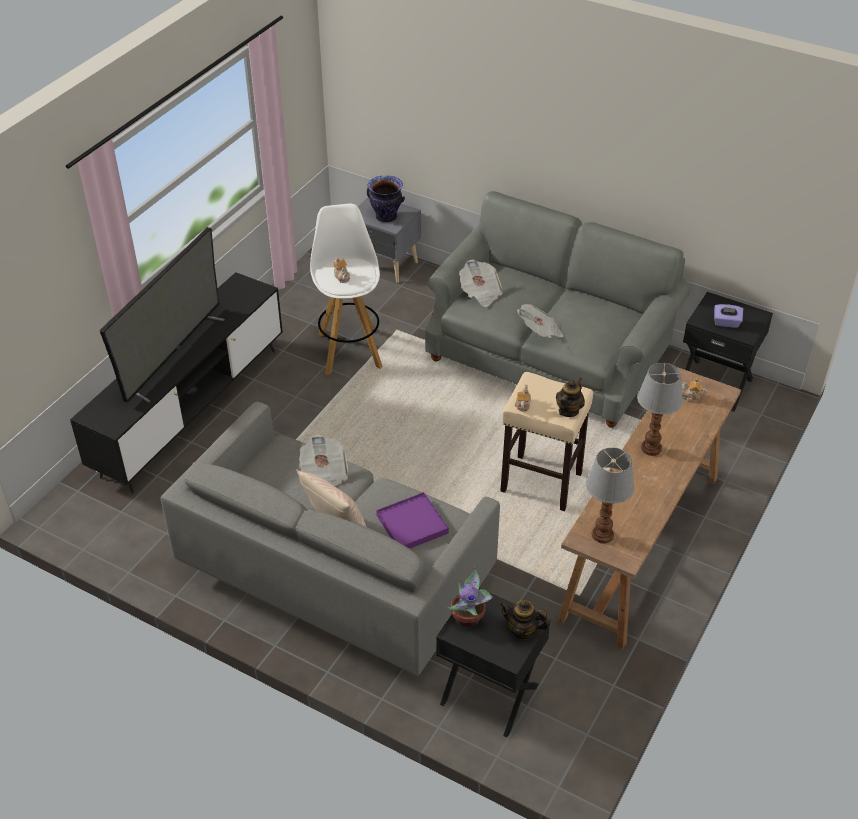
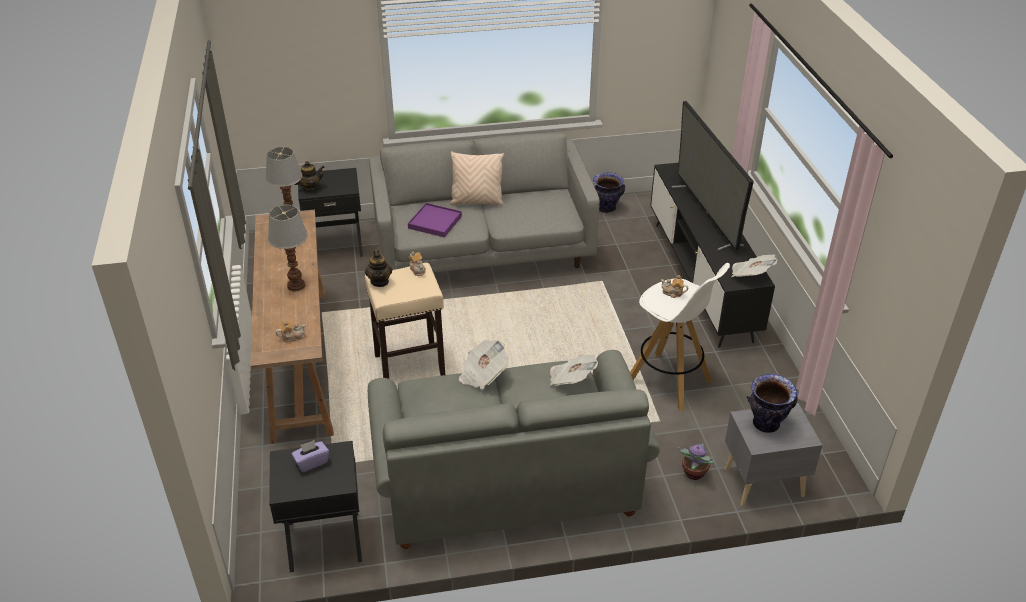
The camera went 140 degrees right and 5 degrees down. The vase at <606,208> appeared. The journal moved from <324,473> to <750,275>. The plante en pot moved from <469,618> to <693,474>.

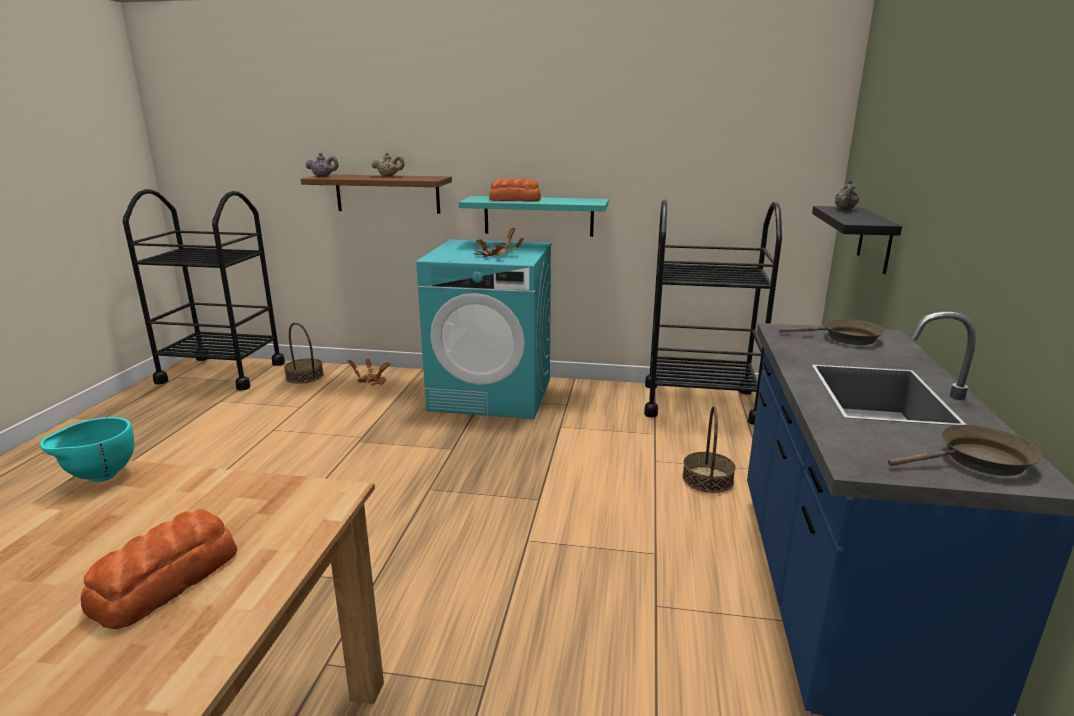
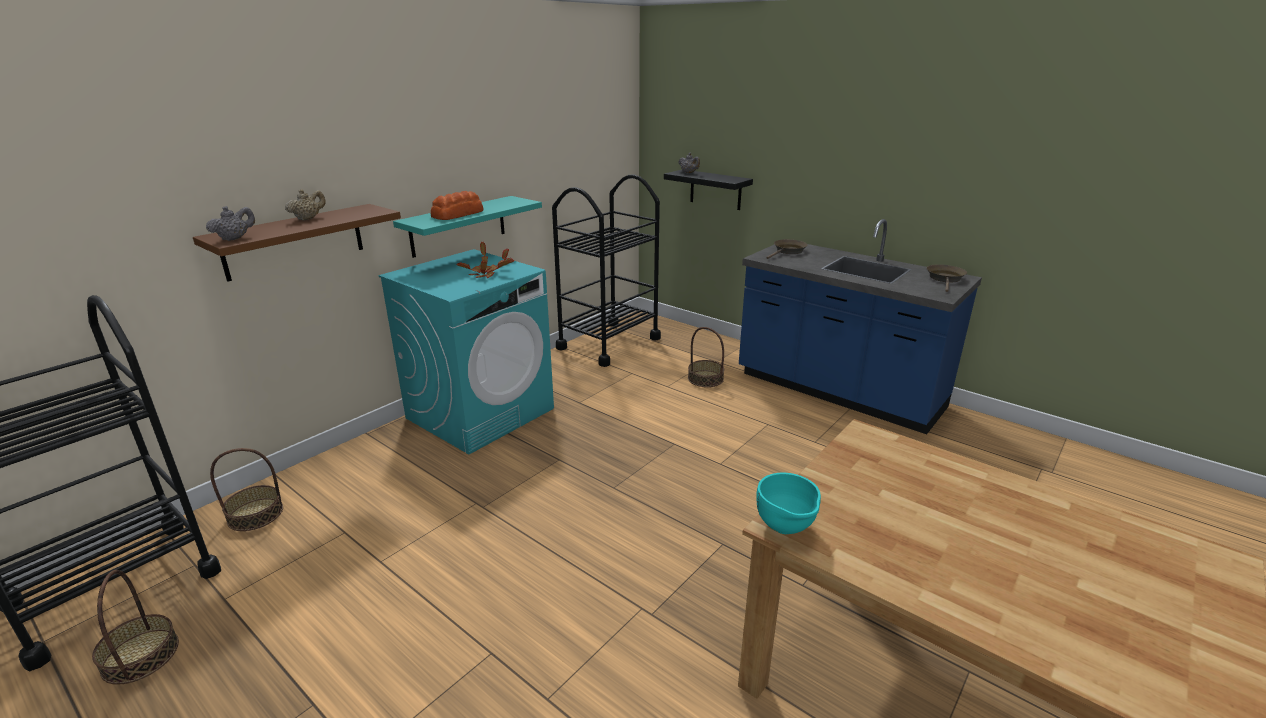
The camera went 60 degrees left and 5 degrees up. The pain at <168,580> disappeared. The plante en pot at <371,381> disappeared. The panier at <140,656> appeared.

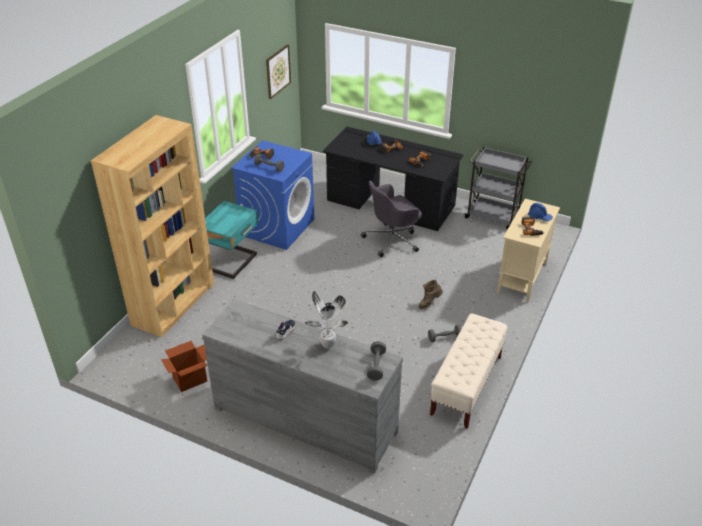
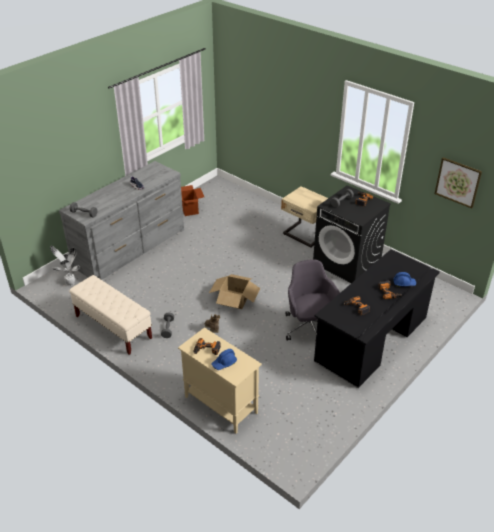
The camera went 105 degrees right and 0 degrees up. The bibliothèque [marron] at <174,304> disappeared. The chariot [gris] at <493,216> disappeared. The carton at <234,299> appeared. The plante en pot moved from <328,345> to <70,283>. The table de chevet [turquoise] at <232,262> became the table de chevet [beige] at <304,236>. The lave-linge [bleu] at <277,227> became the lave-linge [noir] at <347,263>.

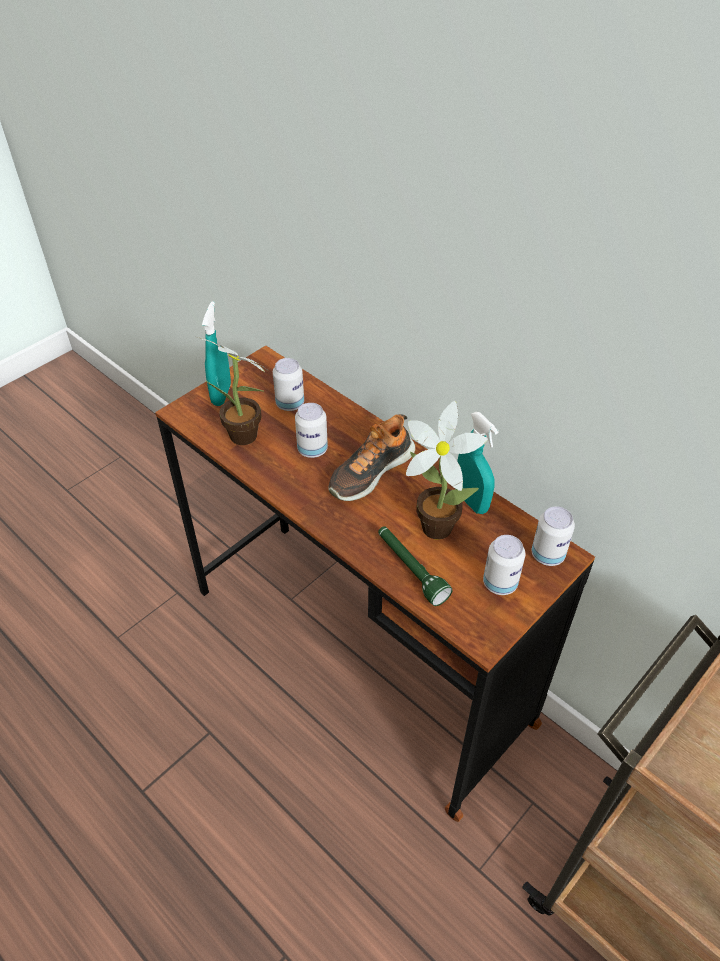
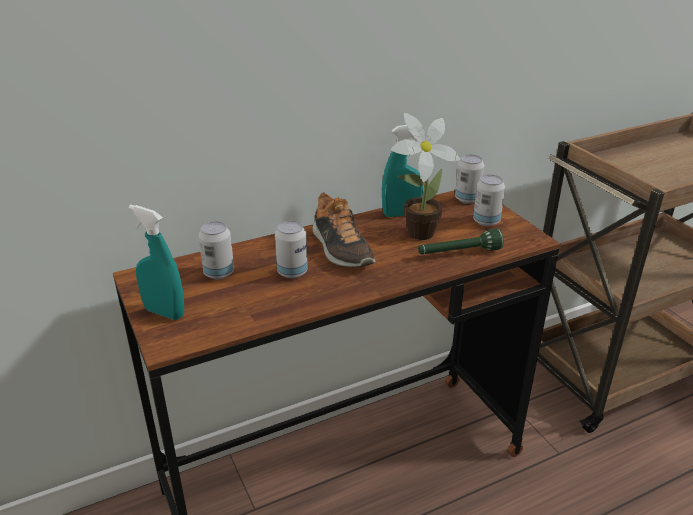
The camera went 70 degrees left and 15 degrees down. The plante en pot at <246,438> disappeared.

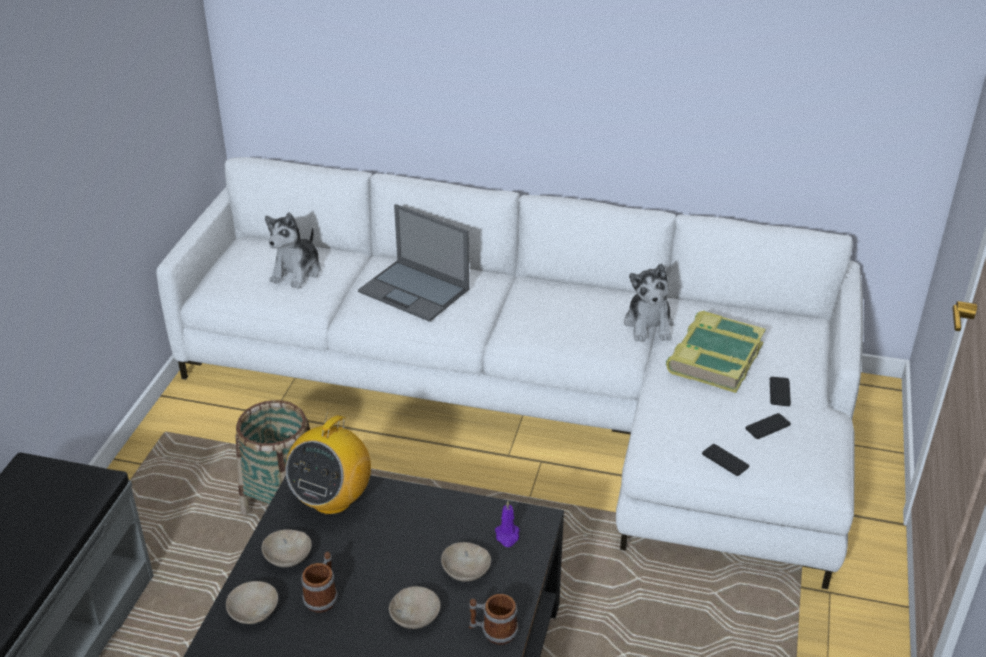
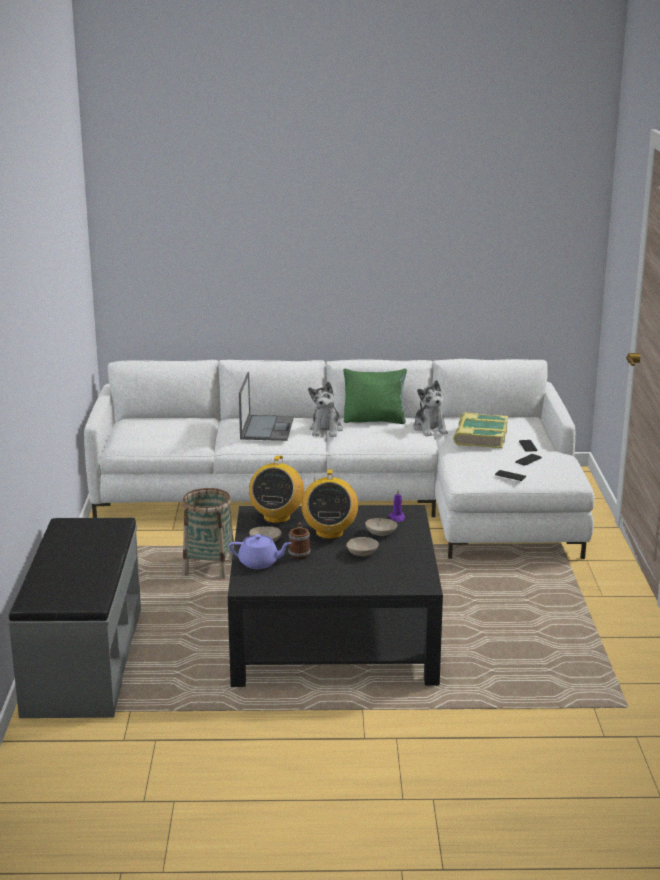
The camera went 15 degrees left and 15 degrees down. The mug at <493,631> disappeared. The radio at <329,533> appeared. The coussin [vert] at <374,420> appeared. The peluche moved from <297,272> to <326,430>. The bol [beige] at <253,610> was replaced by the théière [violet] at <259,563>. The ordinateur portable at <415,291> turned 105 degrees counterclockwise.

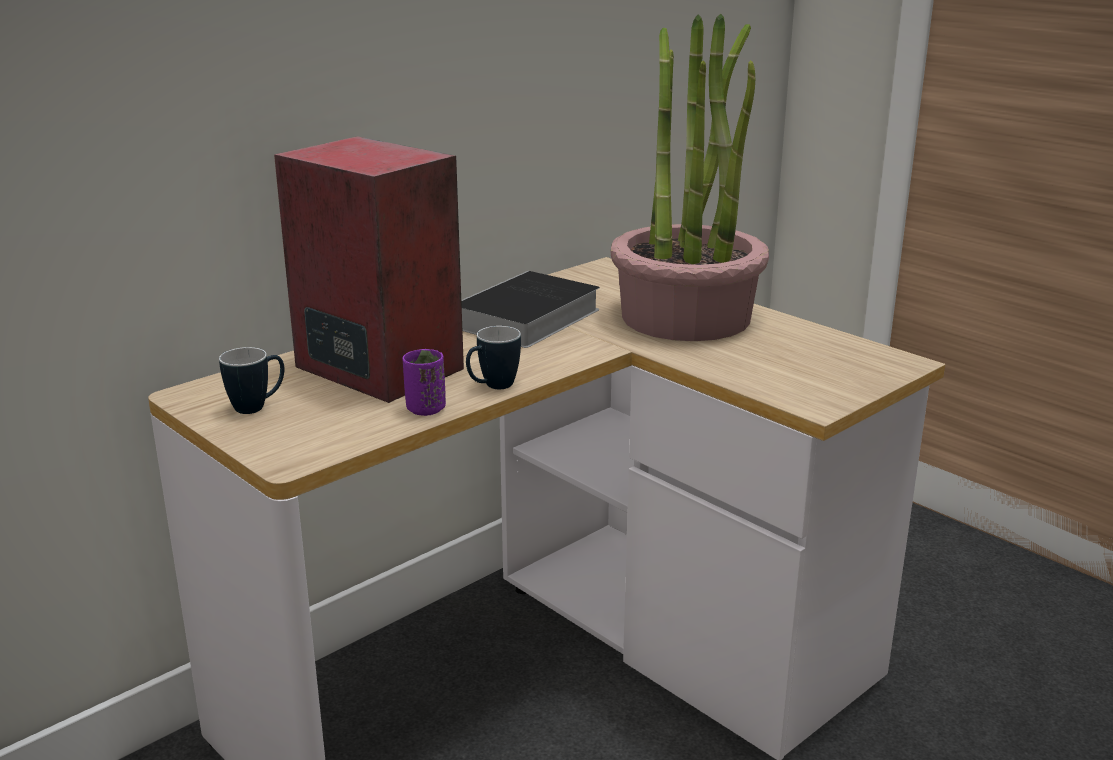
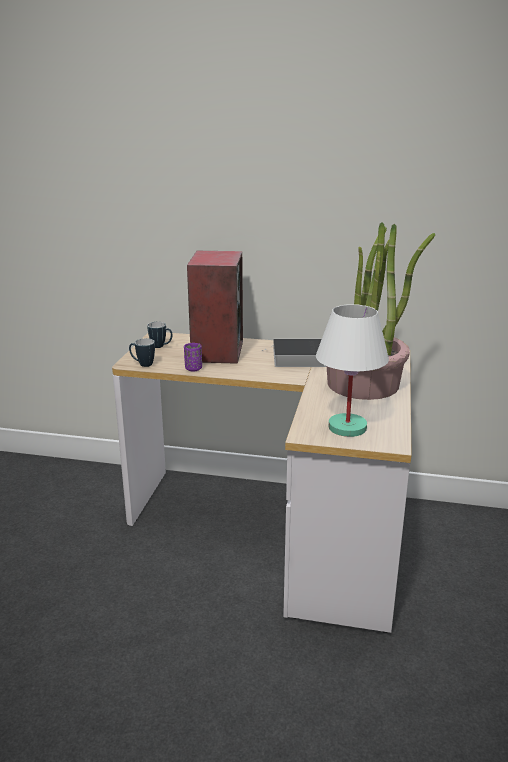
The camera went 55 degrees right and 0 degrees up. The lampe de table [blanc] at <346,427> appeared. The mug moved from <492,387> to <142,364>.

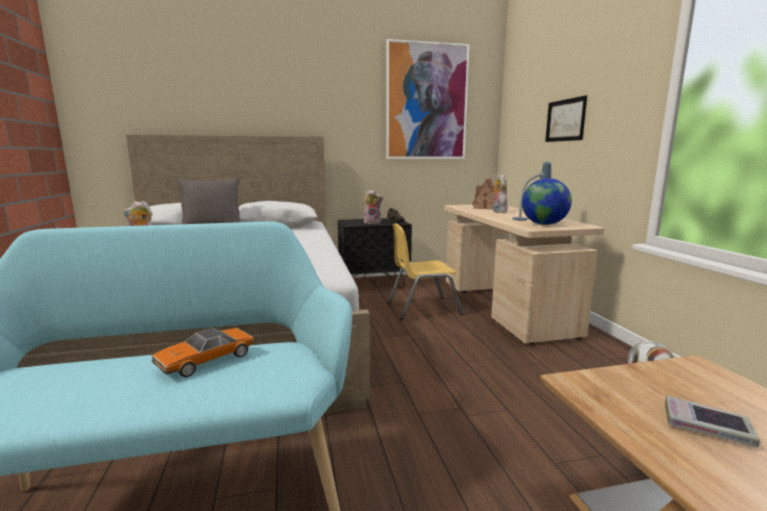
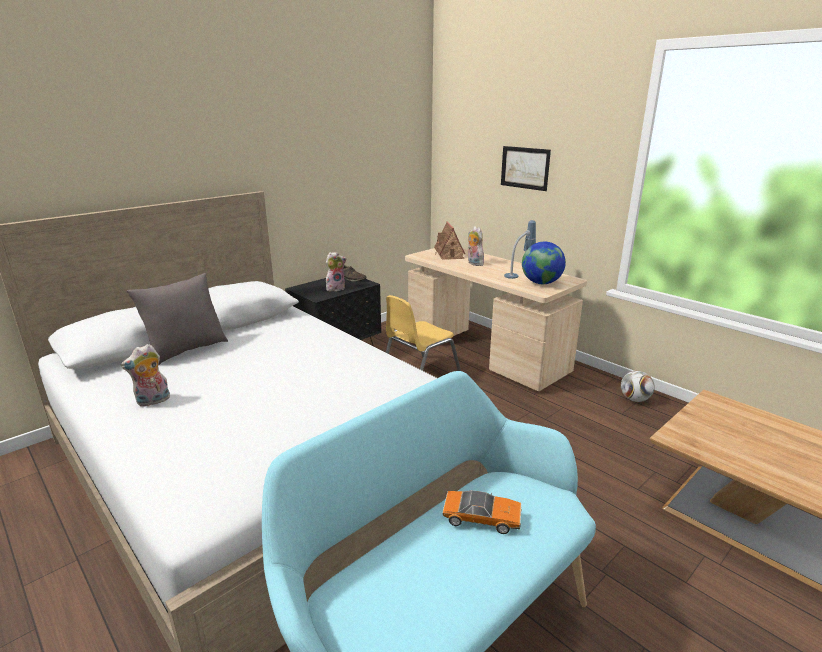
The camera went 30 degrees left and 10 degrees up. The tableau at <426,102> disappeared. The livre at <707,426> disappeared. The petite voiture at <206,360> turned 90 degrees counterclockwise.

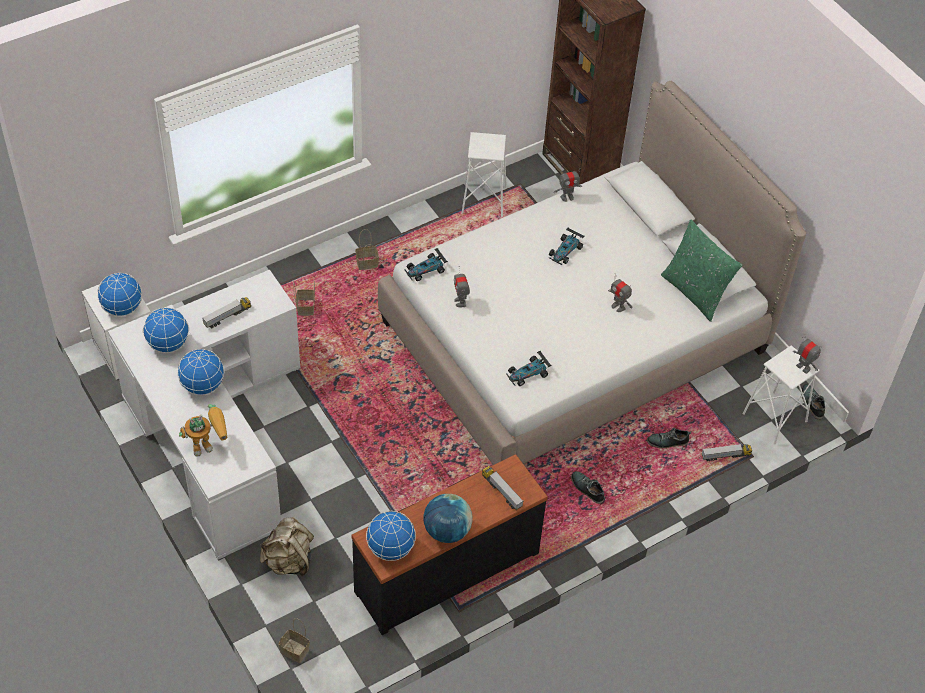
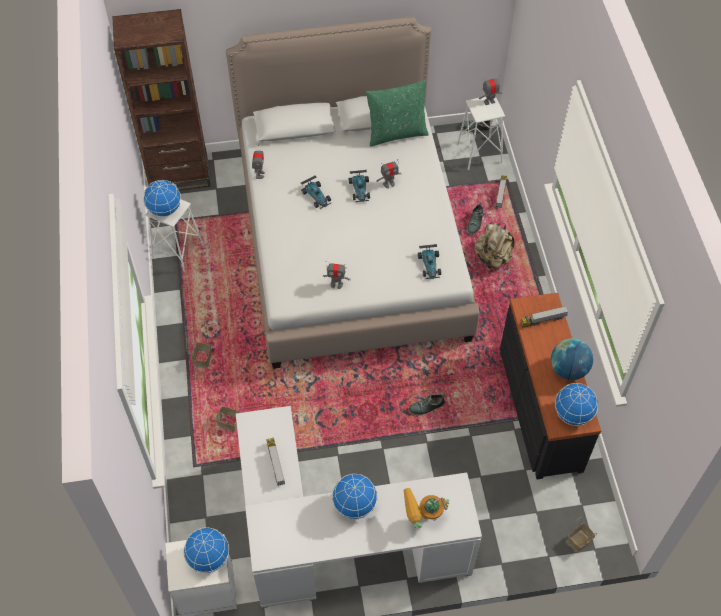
The camera went 65 degrees left and 5 degrees up. The globe moved from <168,344> to <164,209>. The sac à dos [beige] moved from <289,561> to <492,258>. The petite voiture moved from <425,269> to <360,189>. The chaussure moved from <587,489> to <426,407>. The robot jouet at <208,443> turned 105 degrees counterclockwise.

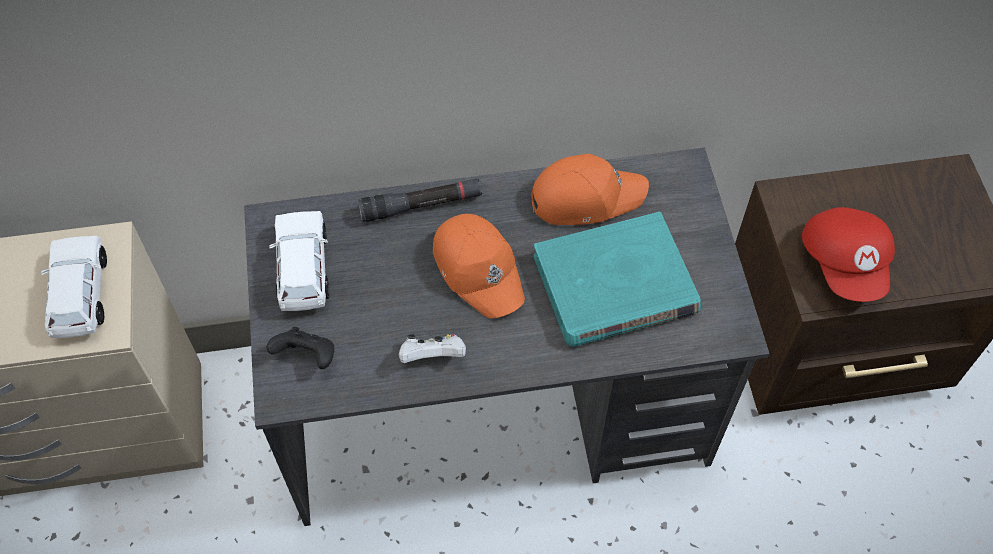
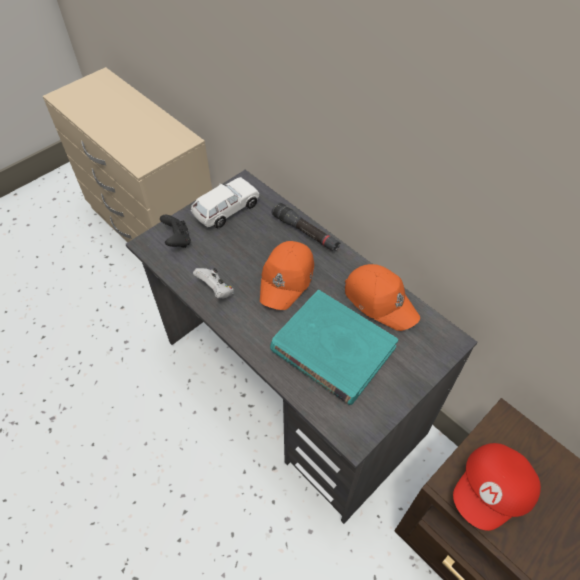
The camera went 55 degrees right and 5 degrees down. The petite voiture [blanc] at <80,295> disappeared.

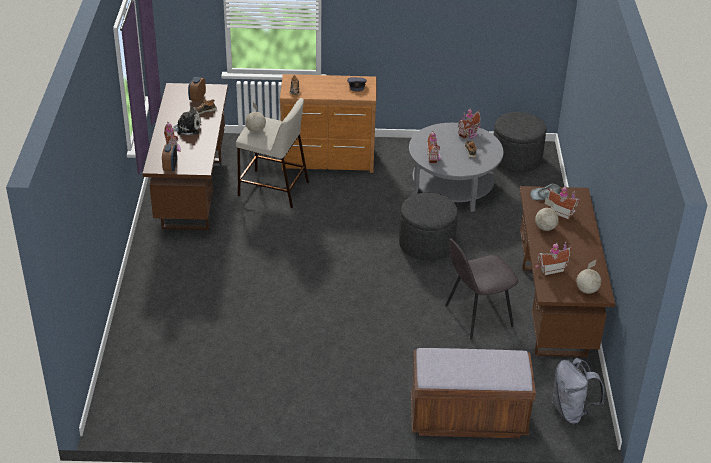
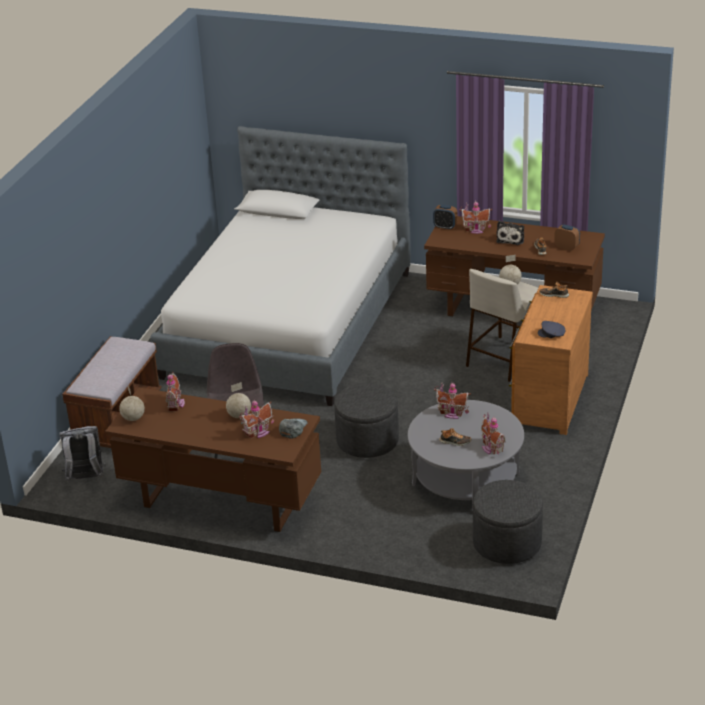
The camera went 110 degrees right and 5 degrees down. The lit at <289,324> appeared.

